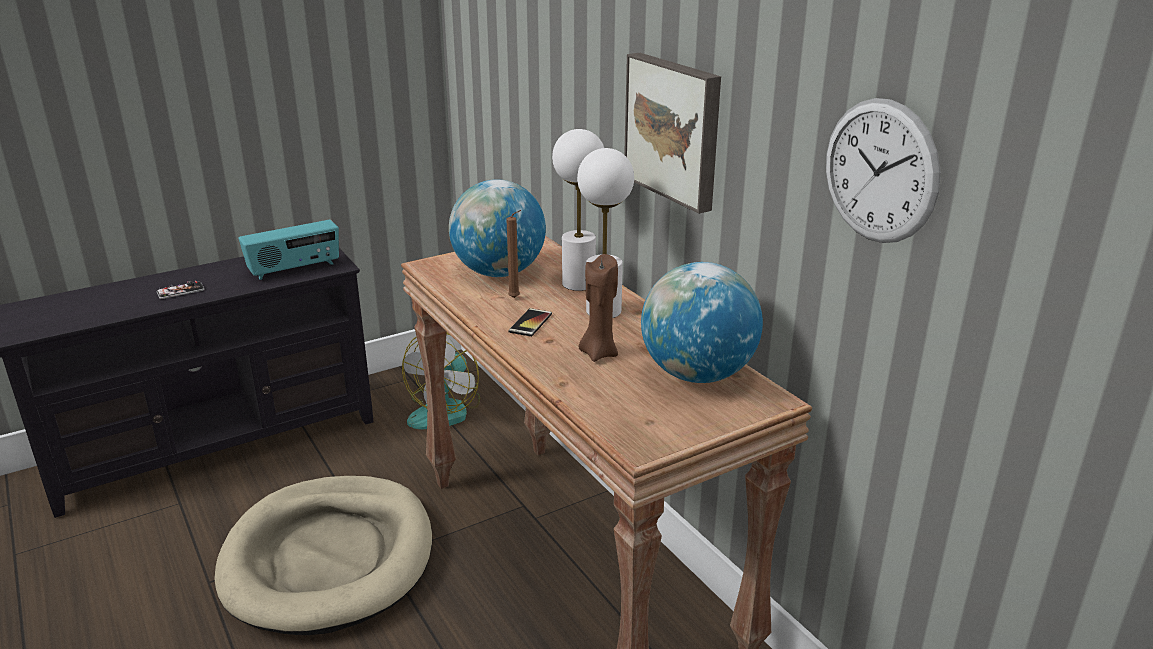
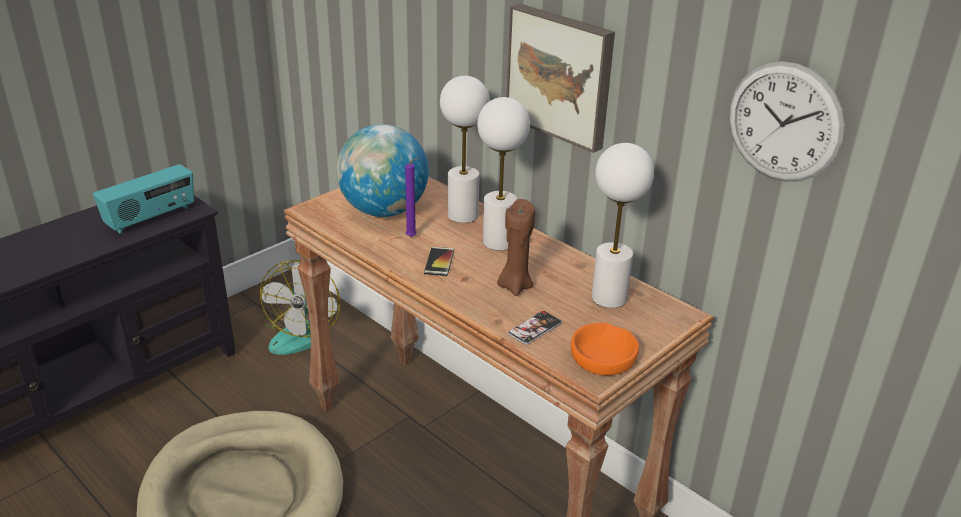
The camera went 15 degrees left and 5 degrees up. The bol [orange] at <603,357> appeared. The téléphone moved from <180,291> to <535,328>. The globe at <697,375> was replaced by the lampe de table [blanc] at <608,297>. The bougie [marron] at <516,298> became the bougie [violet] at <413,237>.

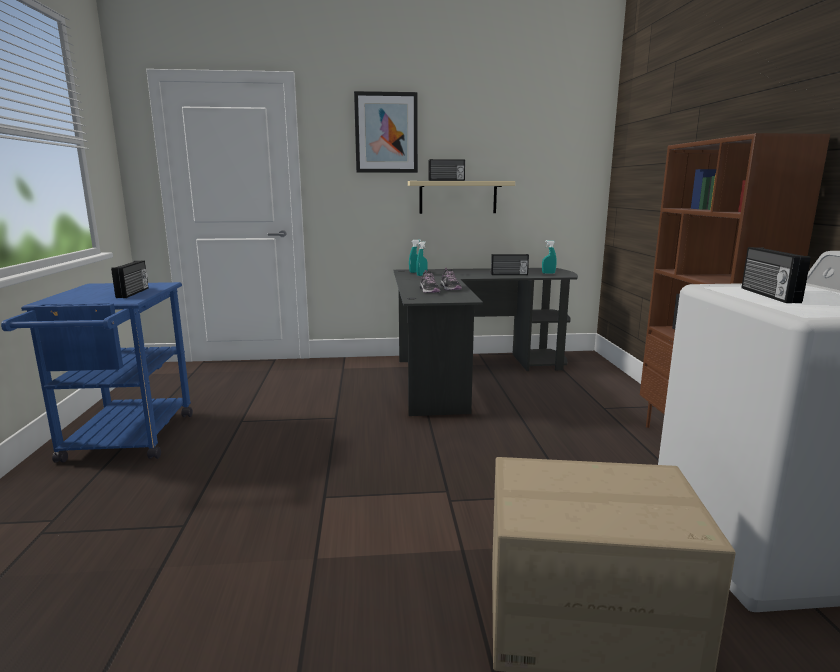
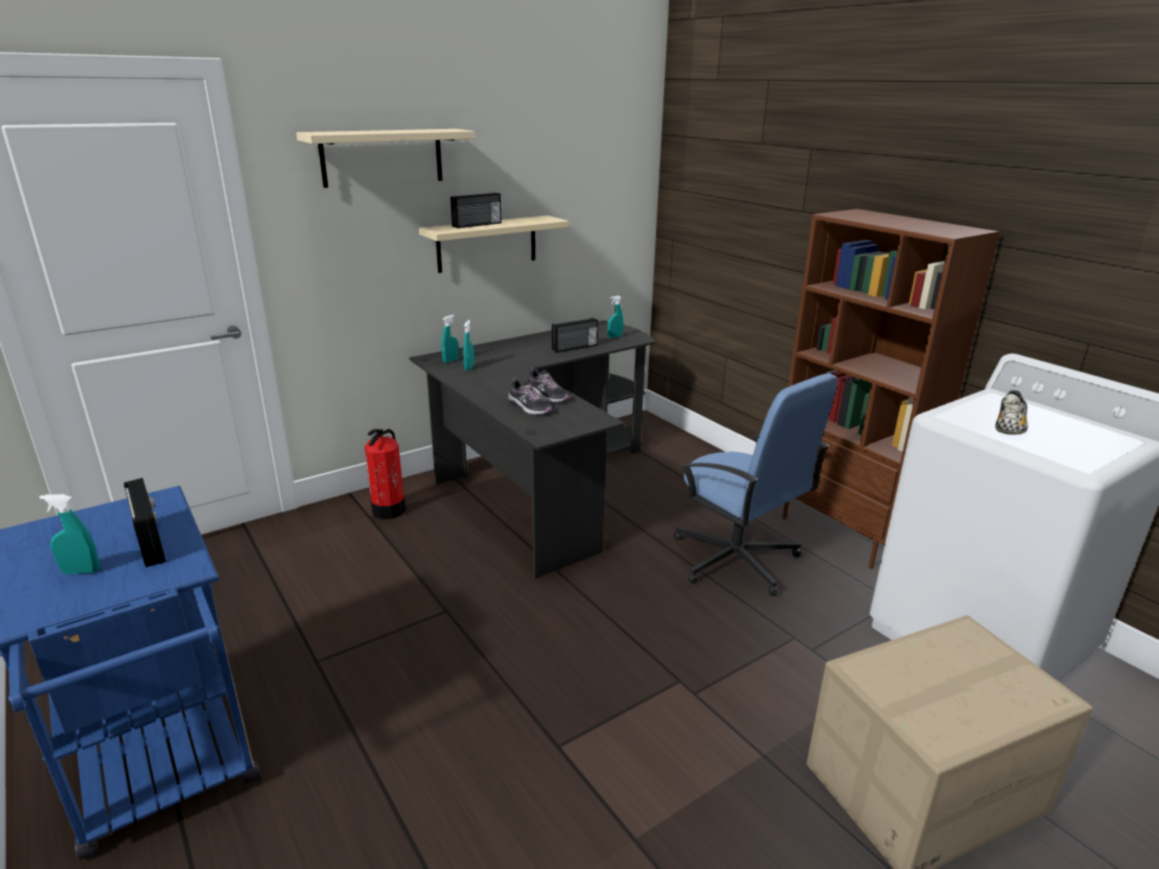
The camera went 30 degrees left and 10 degrees up. The vaporisateur [turquoise] at <81,571> appeared. The extincteur at <389,510> appeared. The chaise de bureau [bleu] at <736,560> appeared. The tableau at <386,133> was replaced by the étagère [beige] at <382,157>. The radio at <767,295> was replaced by the chaussure at <1008,428>.

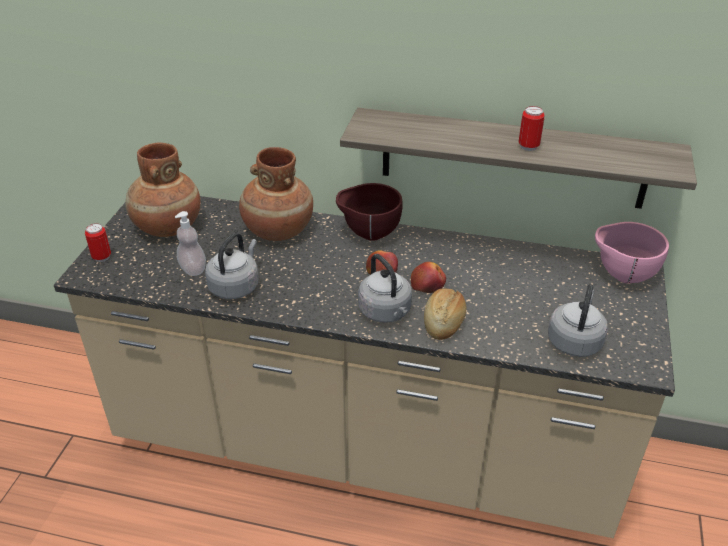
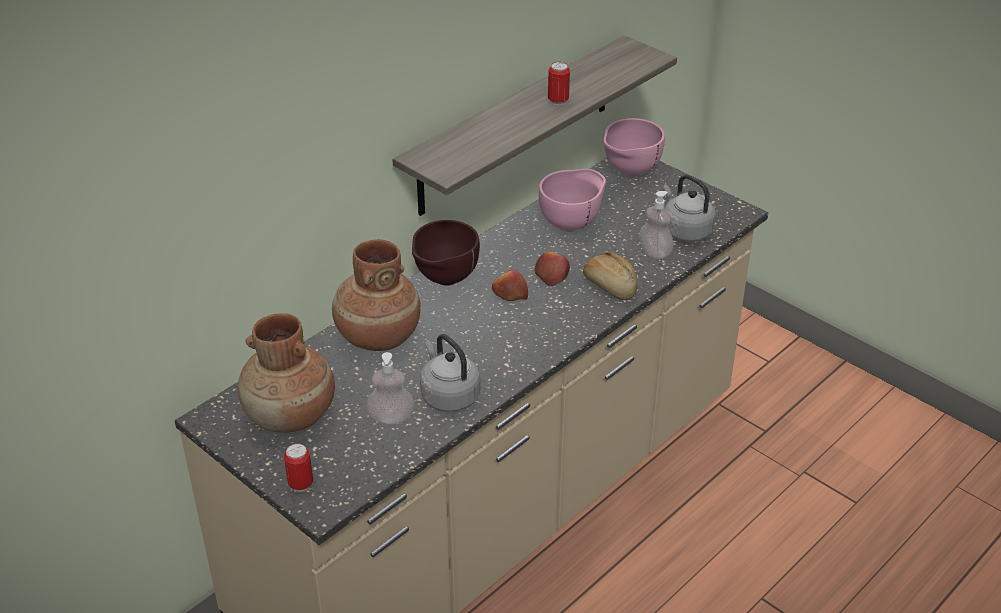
The camera went 60 degrees left and 0 degrees up. The bouilloire [gris] at <386,312> disappeared. The bol [rose] at <572,224> appeared. The distributeur de savon at <655,252> appeared.

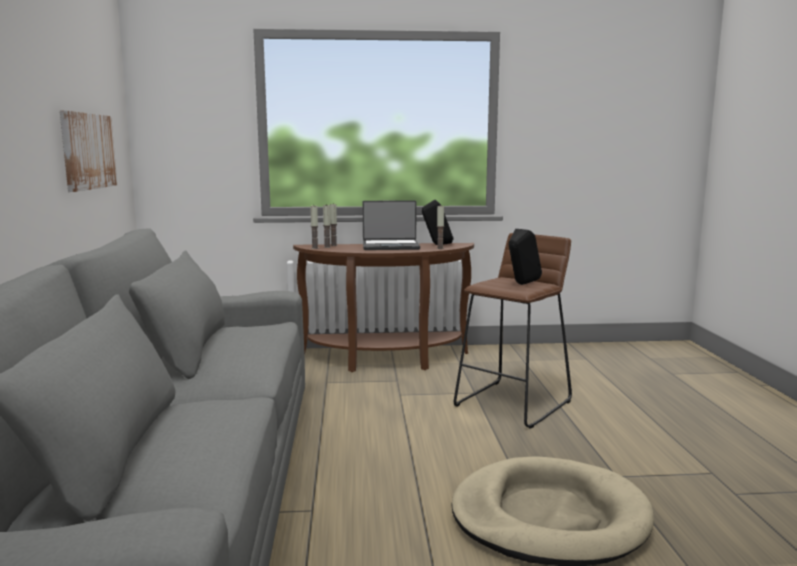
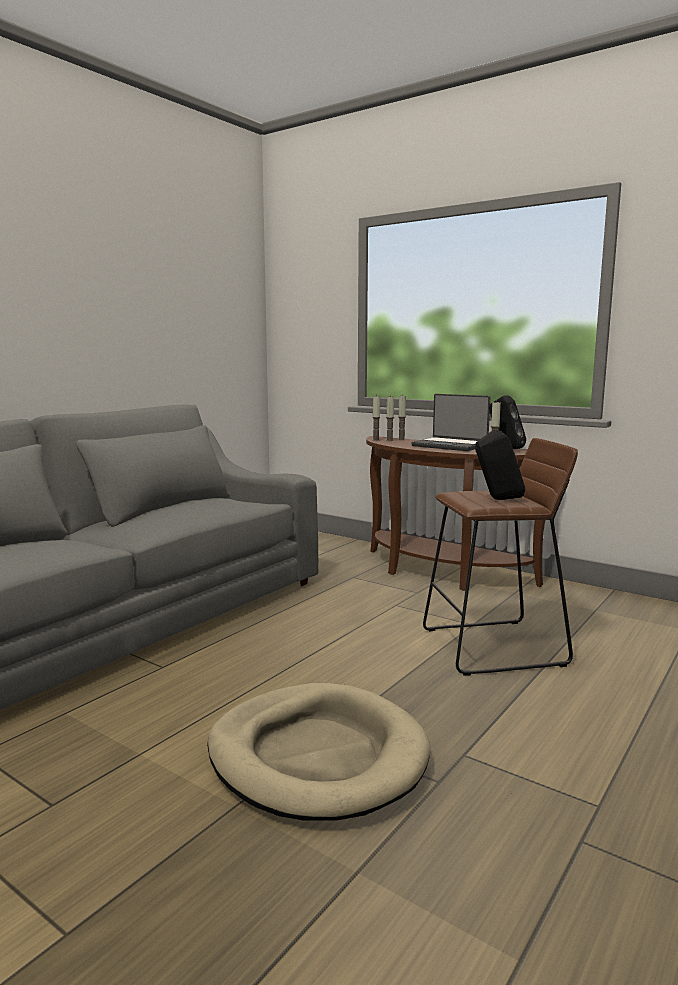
The camera went 40 degrees right and 0 degrees up. The tableau at <87,151> disappeared.

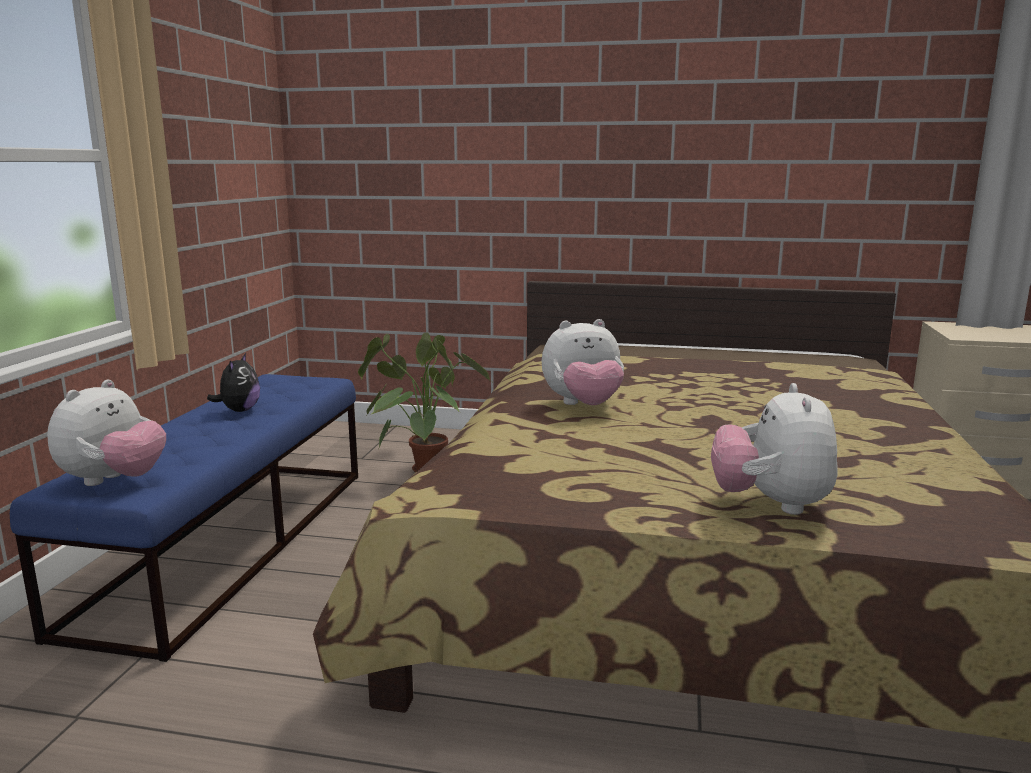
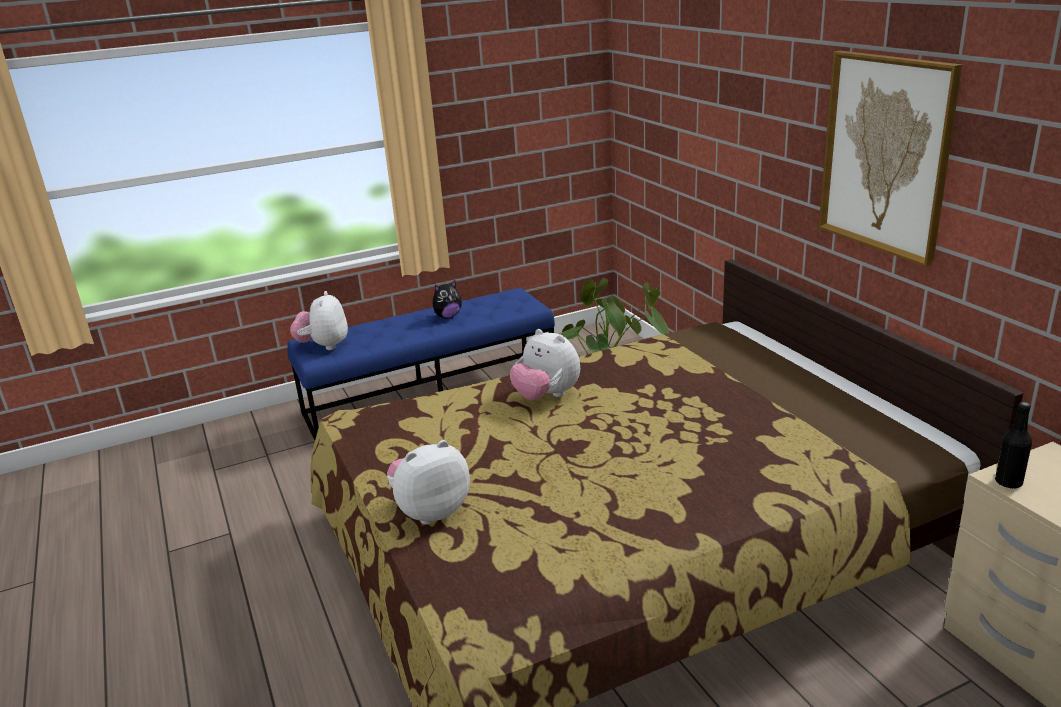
The camera went 55 degrees right and 10 degrees up. The tableau at <885,155> appeared. The bouteille [noir] at <1008,482> appeared. The peluche at <114,481> turned 105 degrees clockwise.

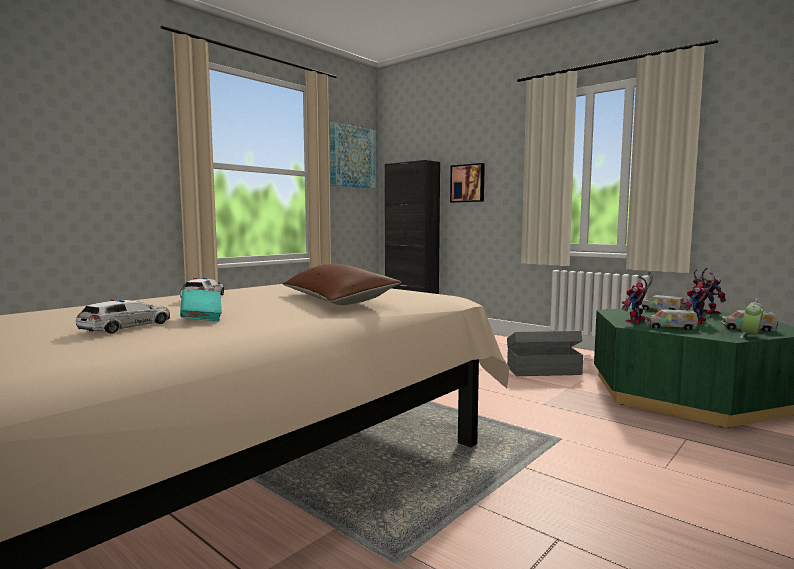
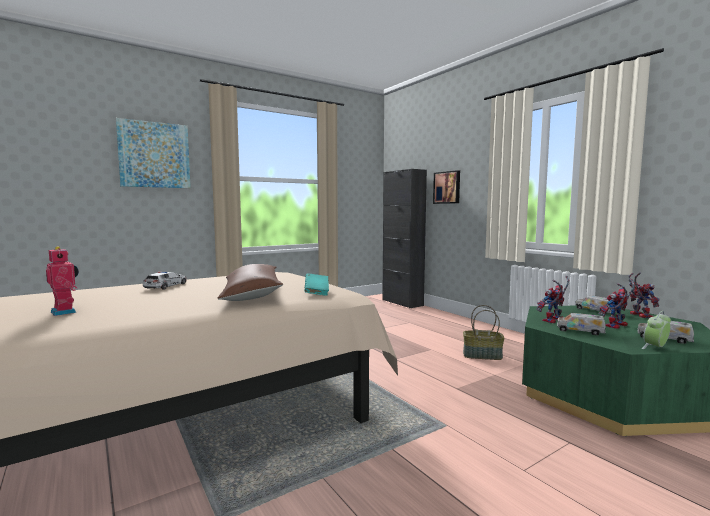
The camera went 15 degrees right and 0 degrees up. The livre [turquoise] moved from <202,318> to <317,292>. The tableau moved from <352,156> to <154,155>. The petite voiture at <127,326> was replaced by the robot jouet at <65,312>. The boîte de rangement [gris] at <542,370> was replaced by the panier at <482,356>.

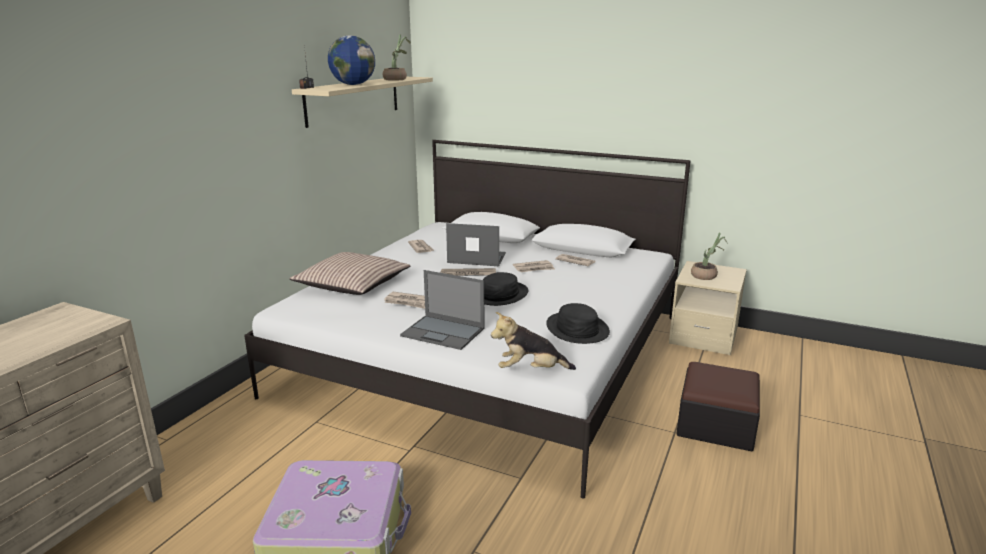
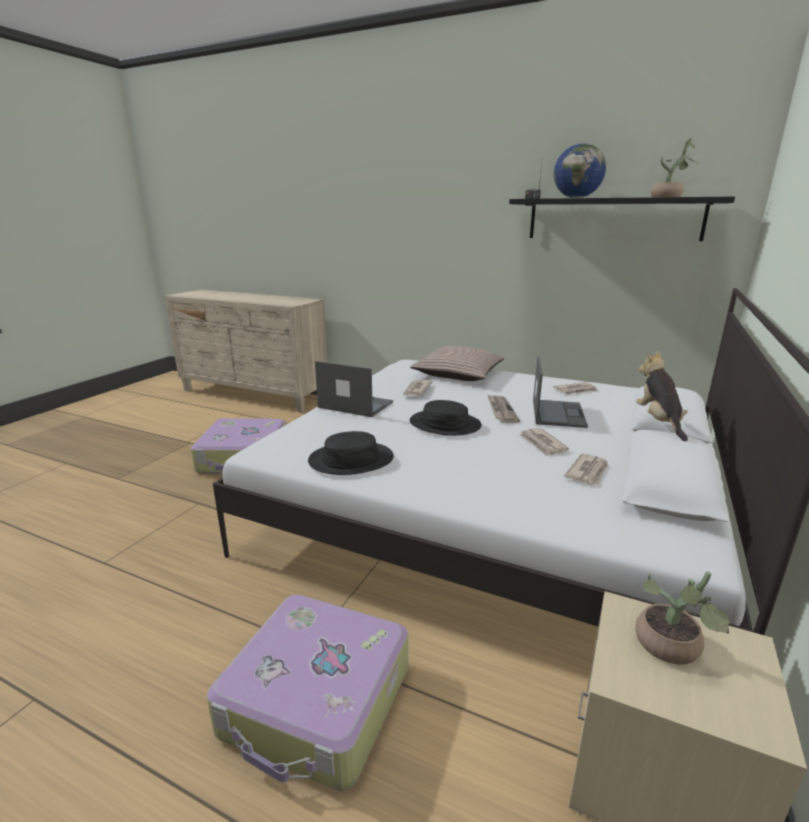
The camera went 90 degrees right and 0 degrees up. The peluche moved from <530,370> to <659,422>. The pouf at <716,424> was replaced by the valise at <317,701>. The étagère [beige] at <354,100> became the étagère [noir] at <613,219>. The ordinateur portable at <444,332> turned 90 degrees clockwise.

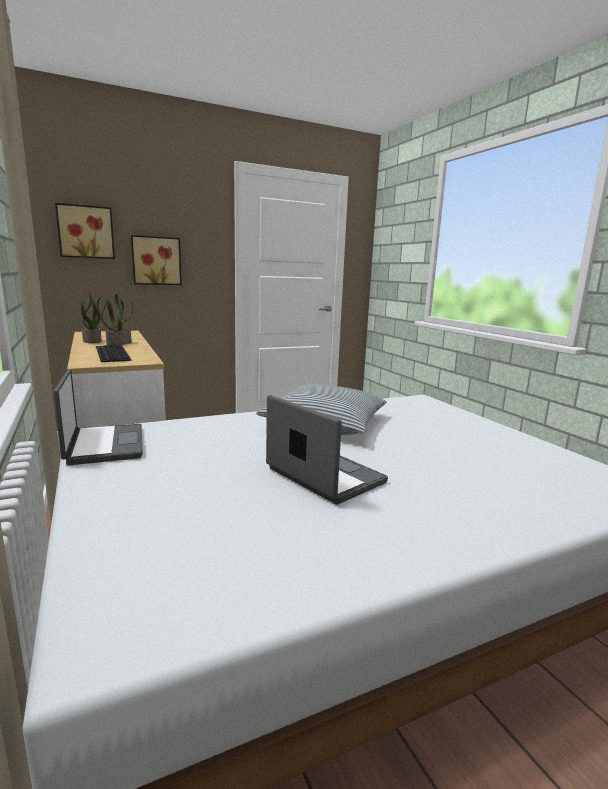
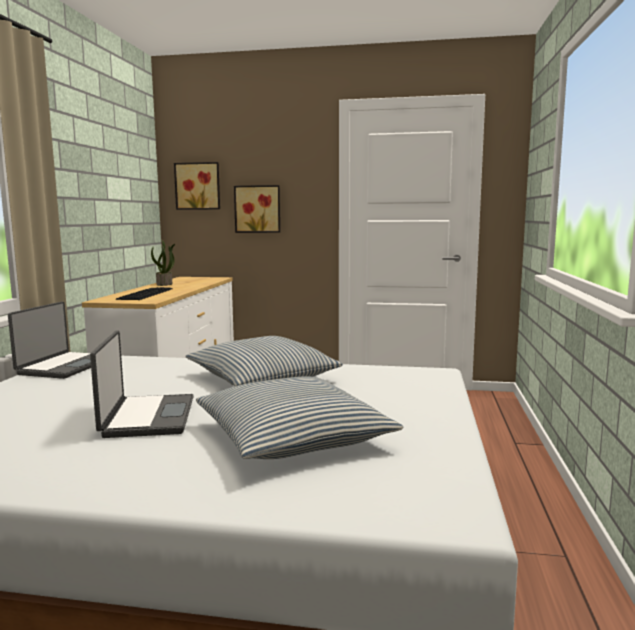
The camera went 35 degrees right and 5 degrees down. The plante en pot at <119,343> disappeared. The coussin at <292,437> appeared.

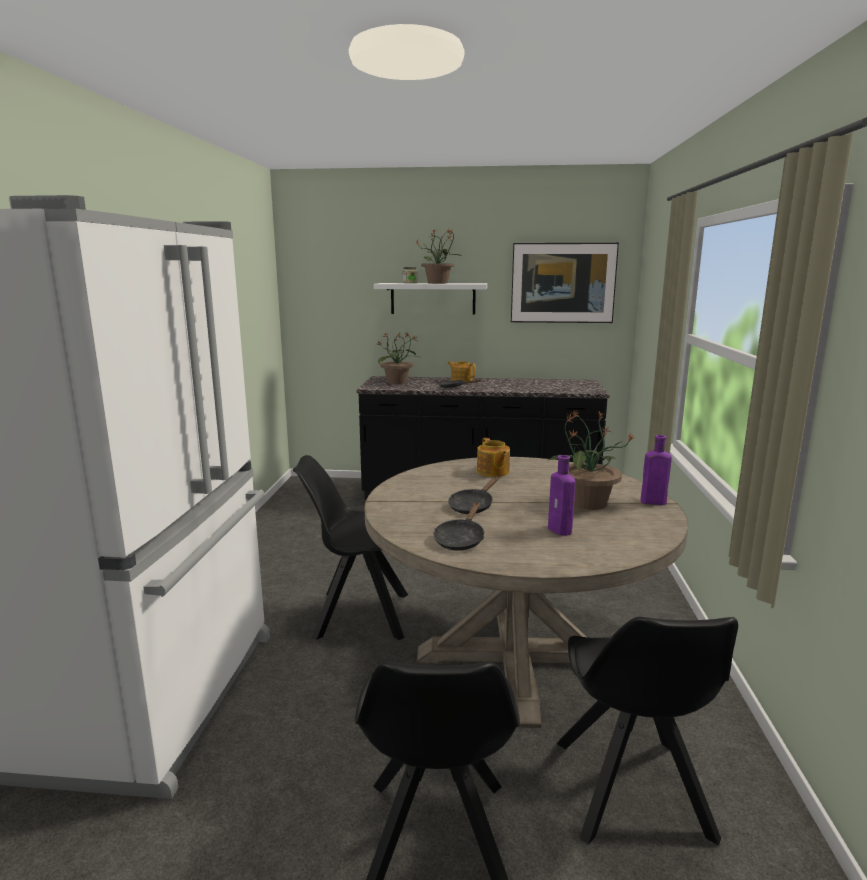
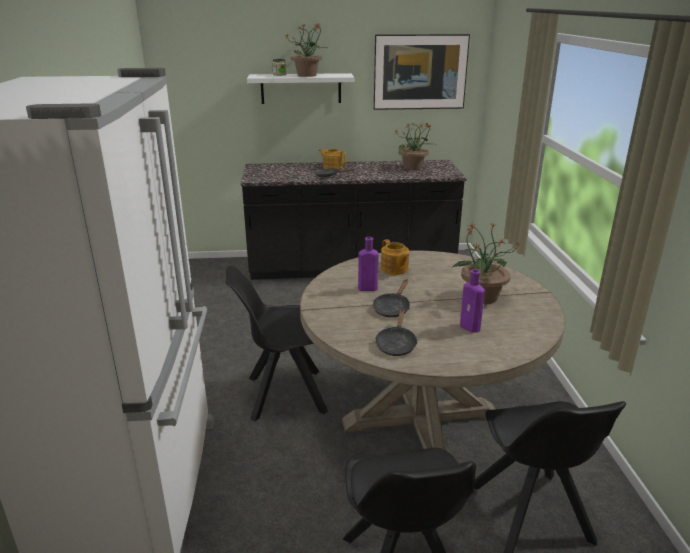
The camera went 10 degrees left and 10 degrees up. The plante en pot moved from <397,382> to <413,167>. The bouteille [violet] moved from <651,502> to <366,288>.

